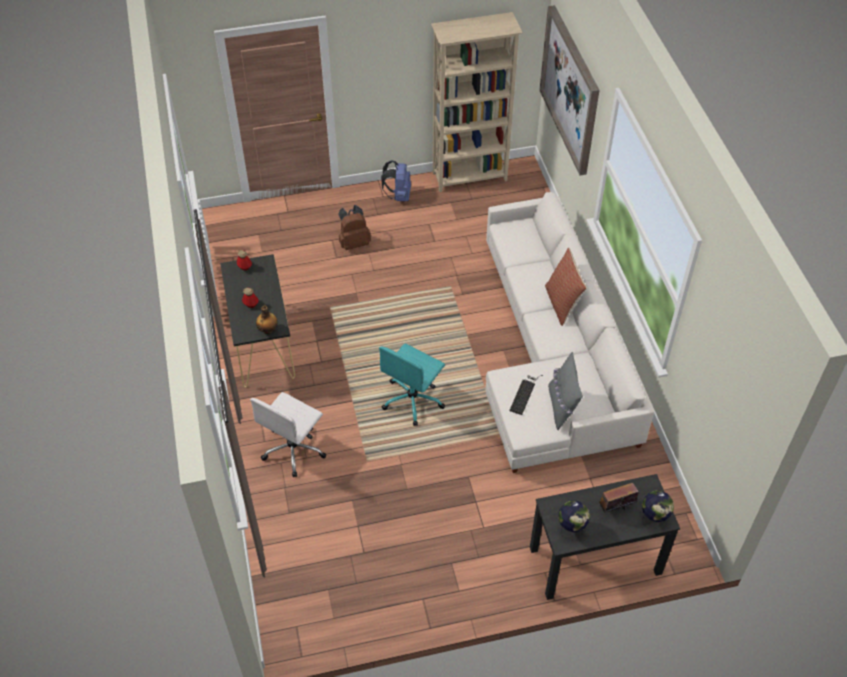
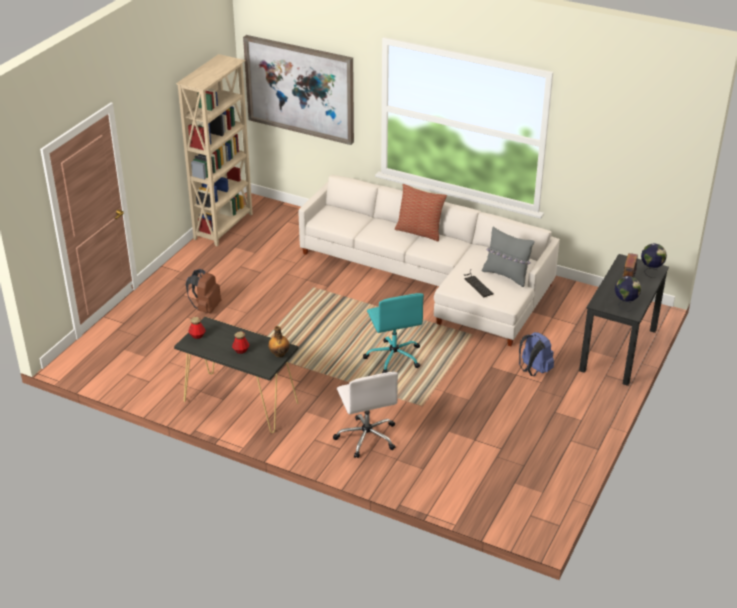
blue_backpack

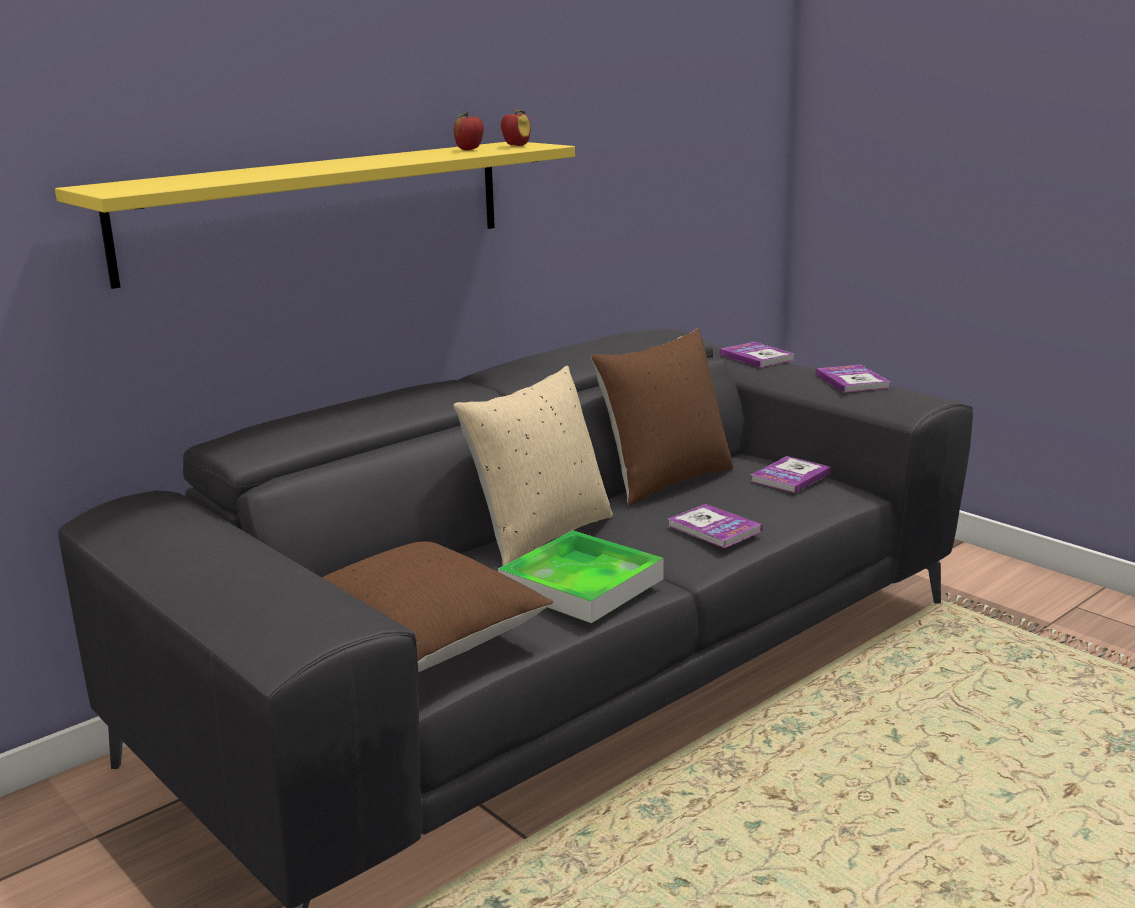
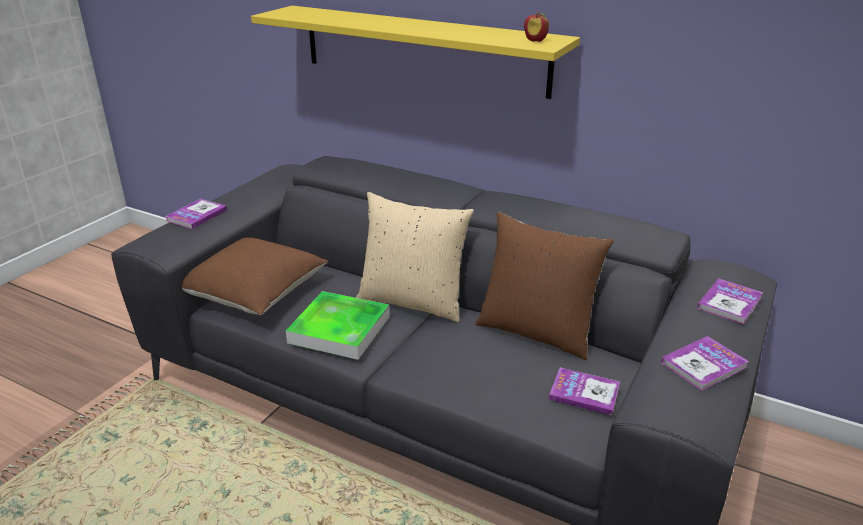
apple (1st from left in the first image); book (1st from left)

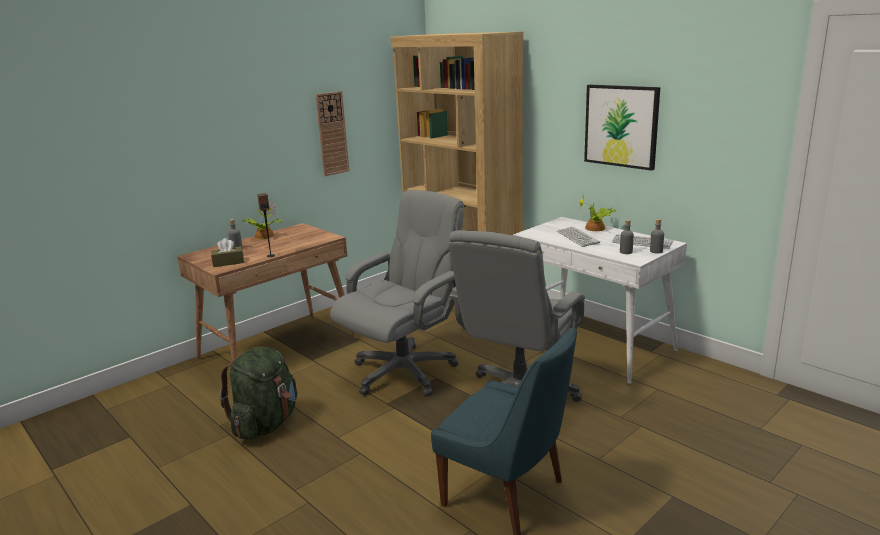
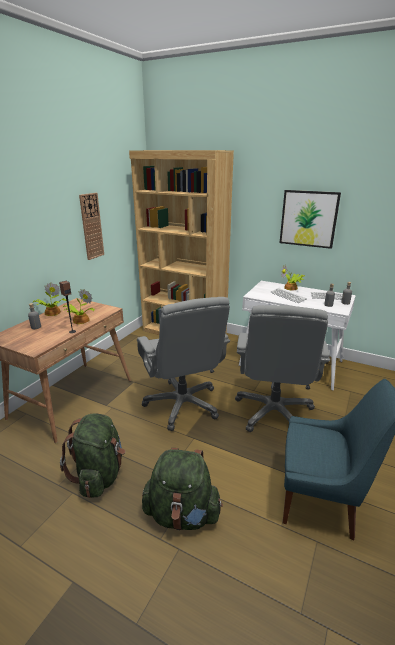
brown_tissue_box; potted_plant (2nd from left); green_backpack (2nd from left); grey_office_chair (1st from left)

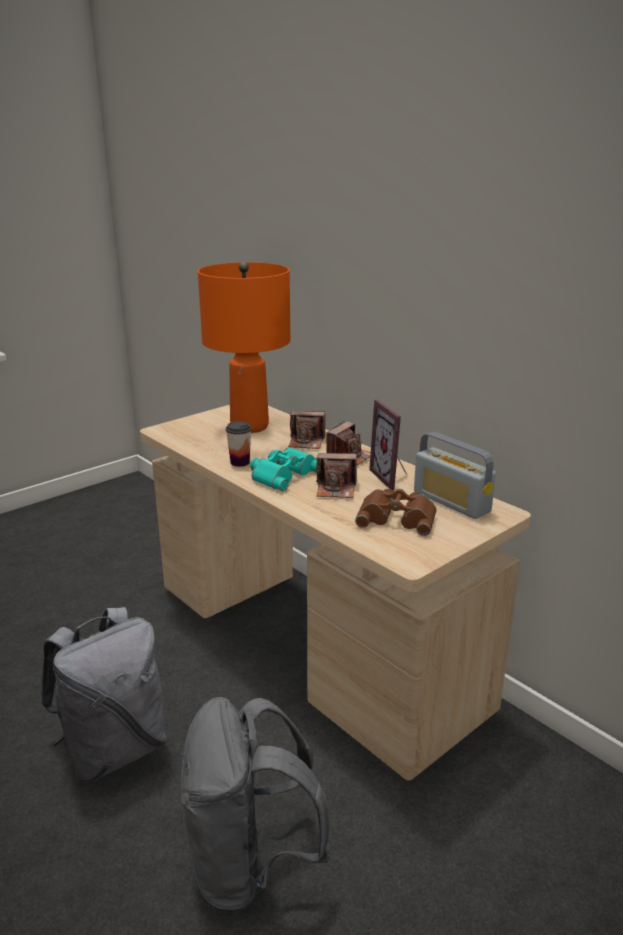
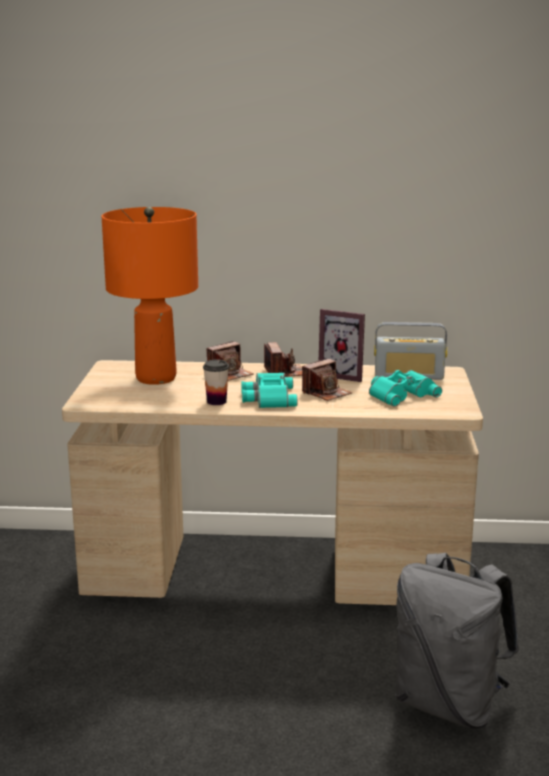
grey_backpack (1st from left in the first image); turquoise_binoculars (2nd from left)

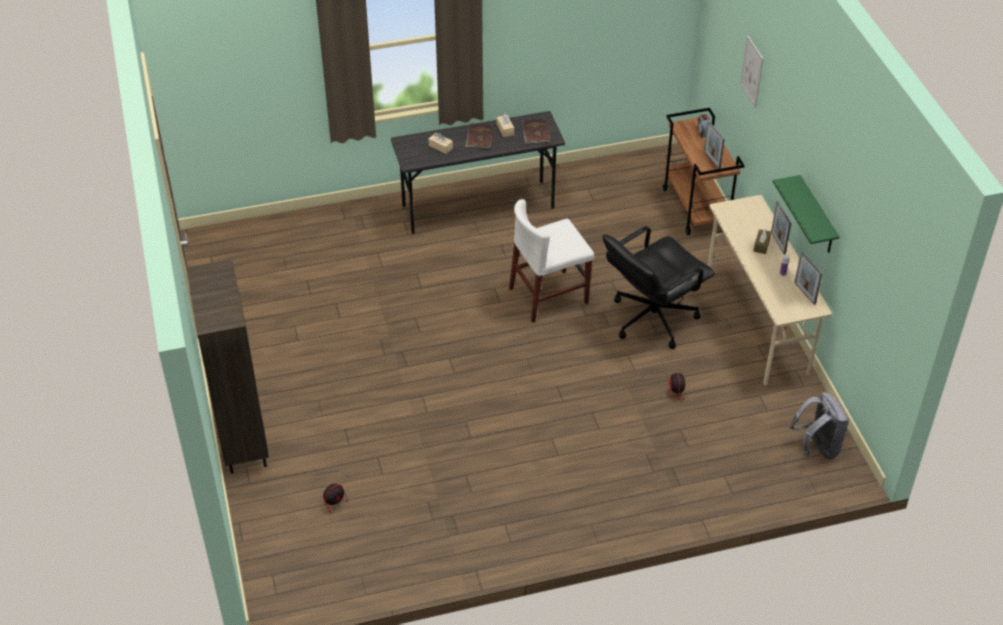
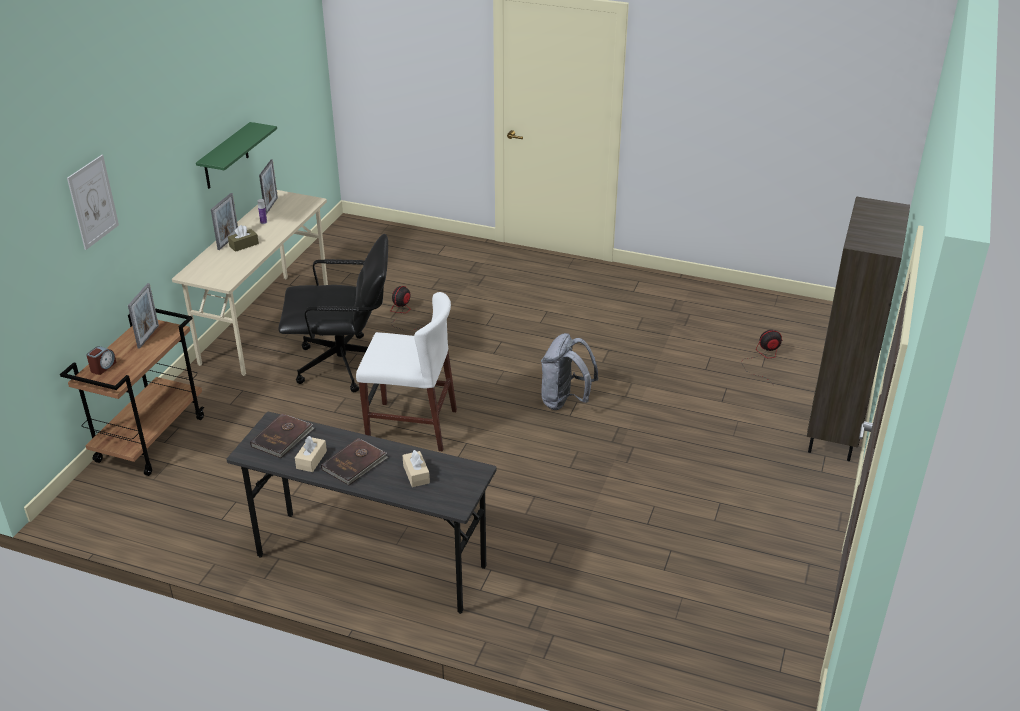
grey_backpack

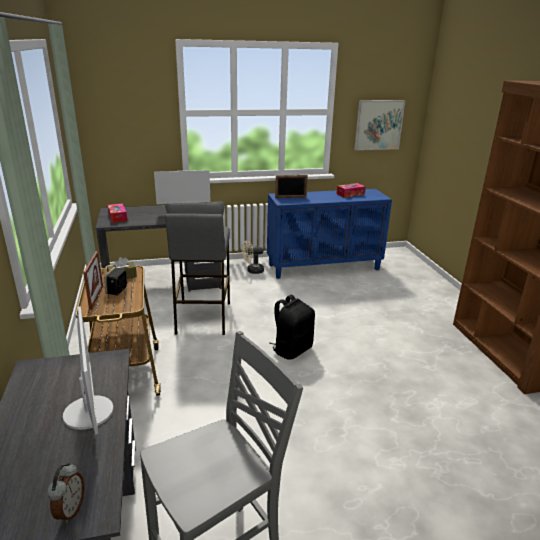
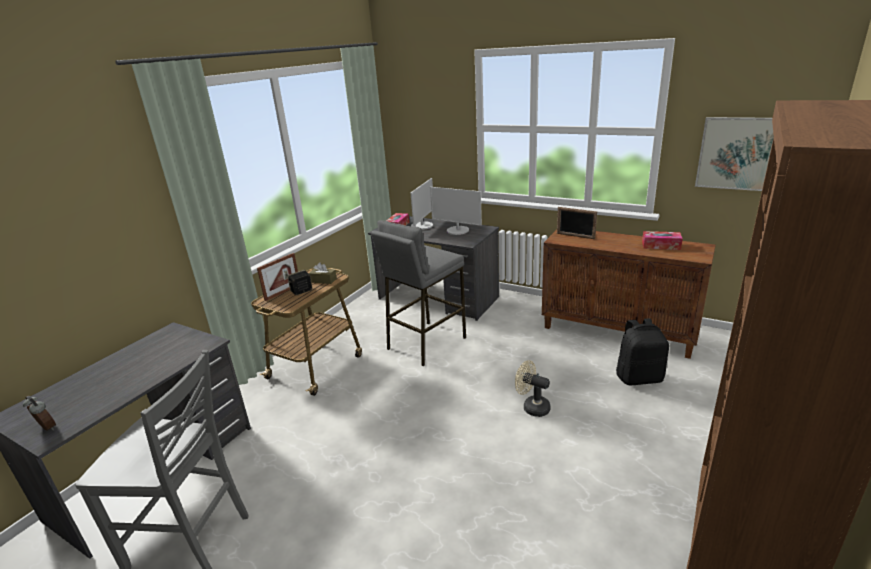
monitor (1st from left); beige_fan; black_backpack; brown_cabinet; alarm_clock

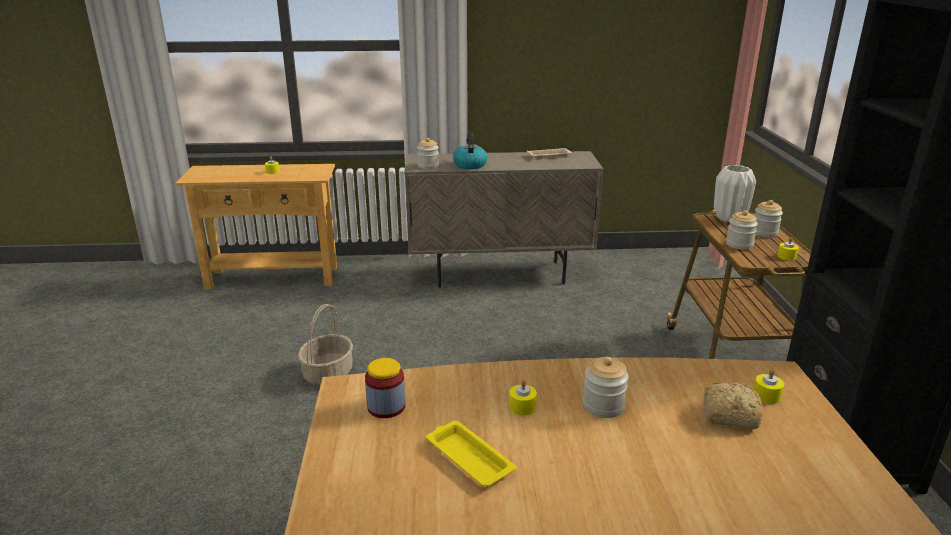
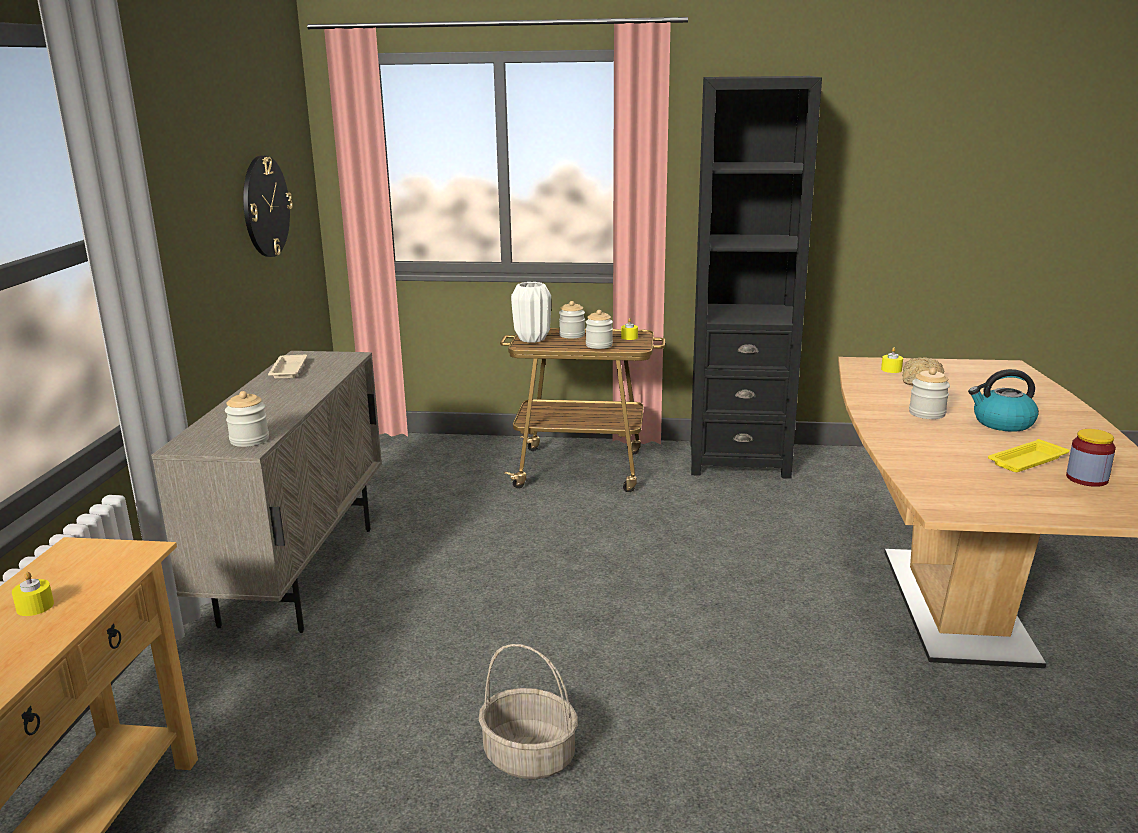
yellow_candle (2nd from left in the first image); wall_clock; jar (5th from left); kettle

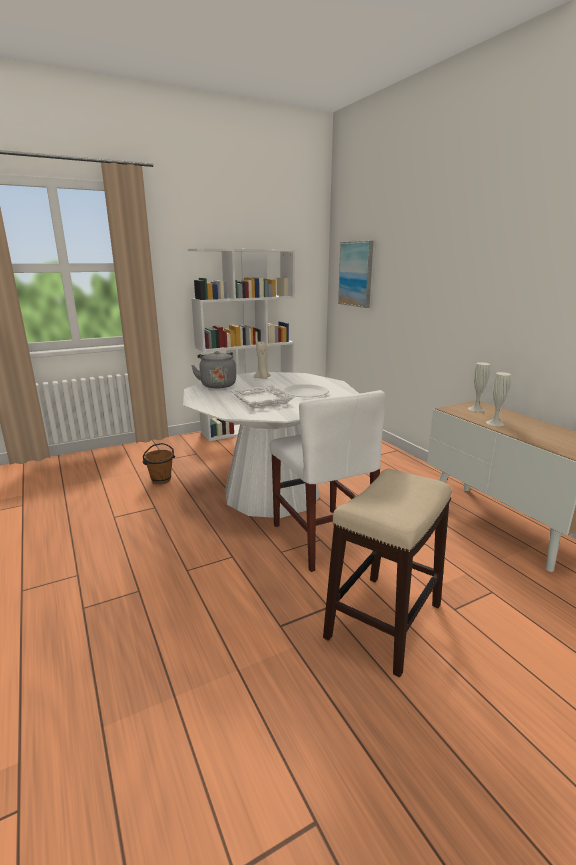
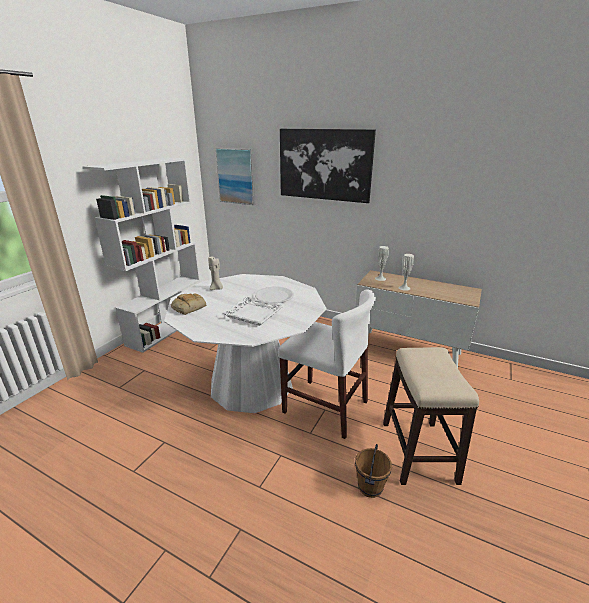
picture (2nd from left); brown_bucket; bread

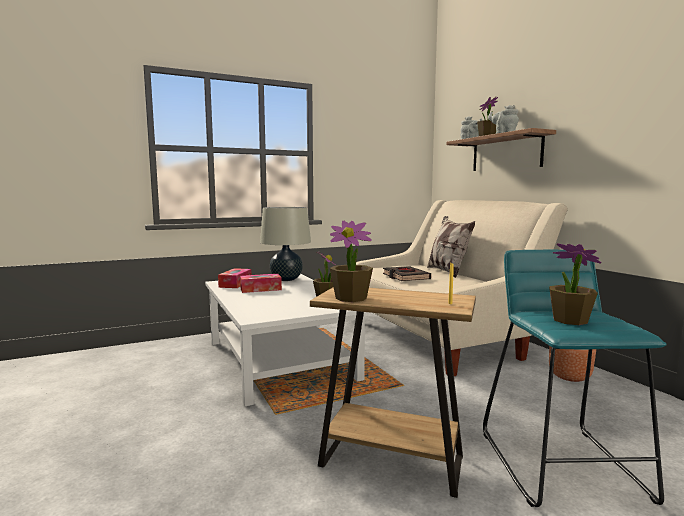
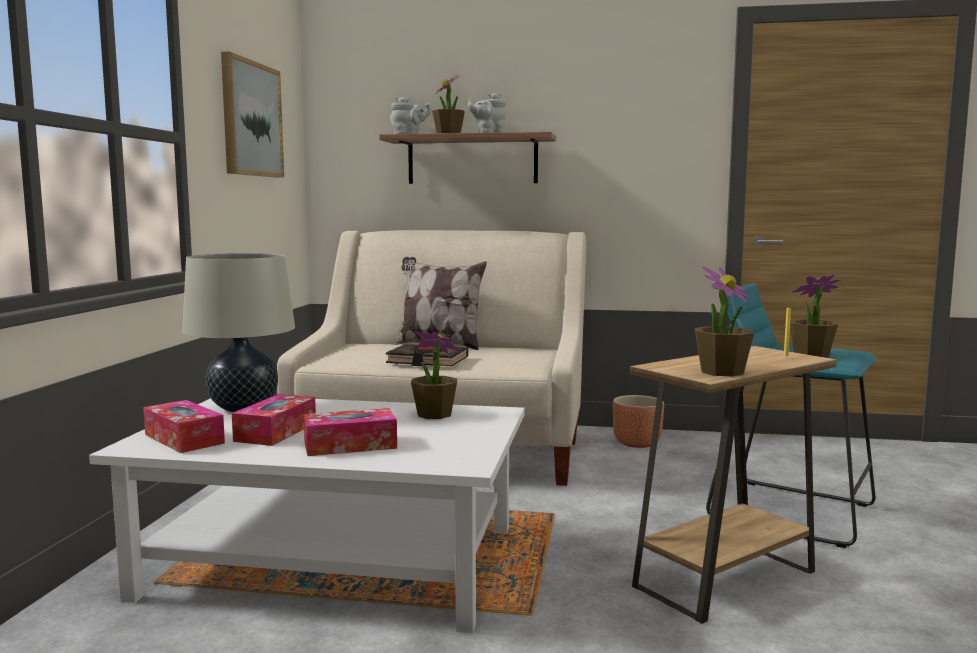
picture; tissue_box (3rd from left)

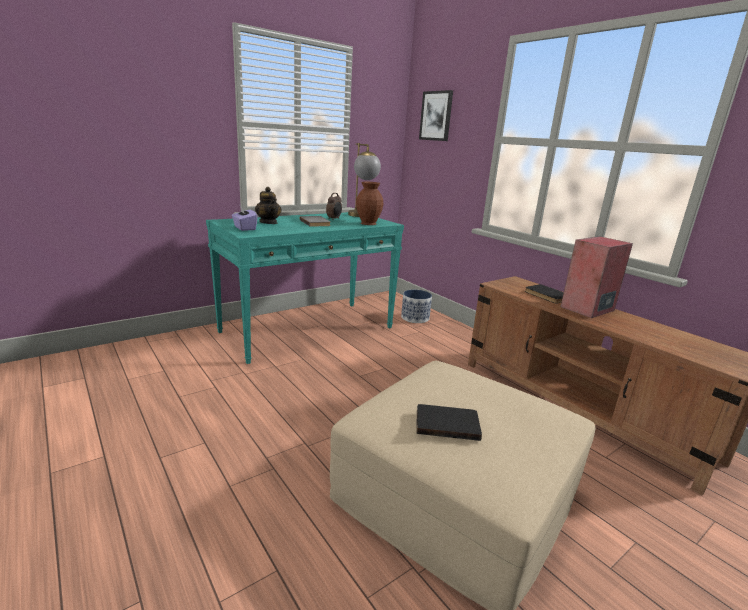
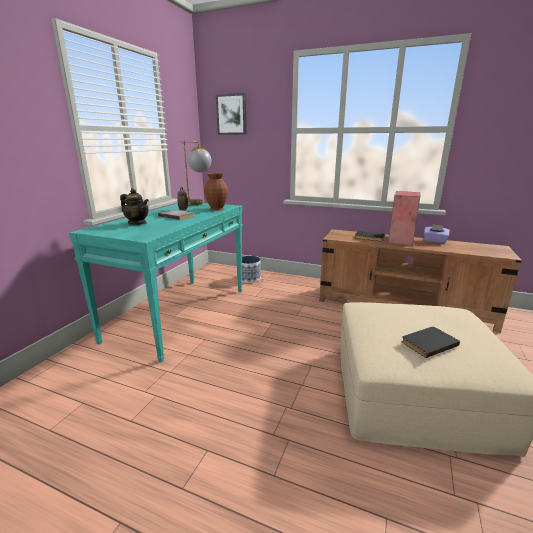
purple_tissue_box

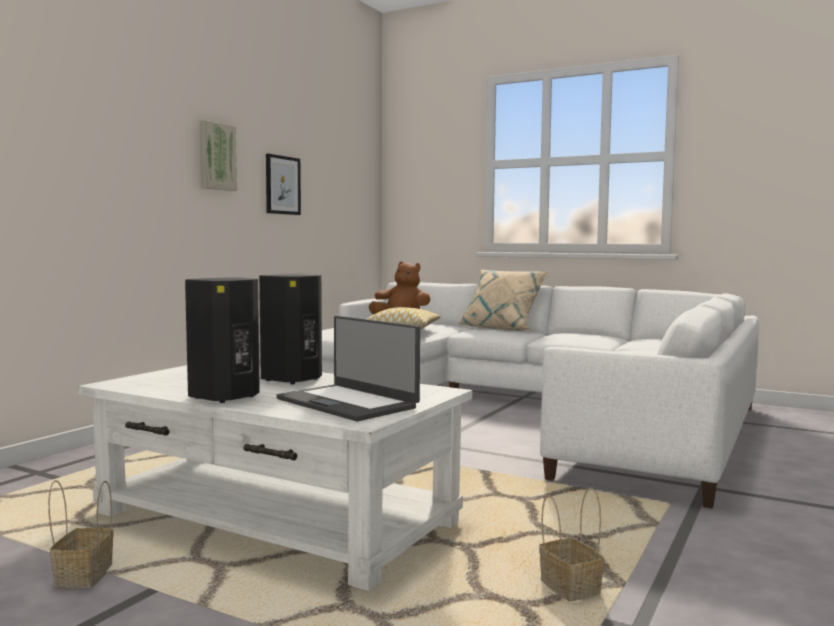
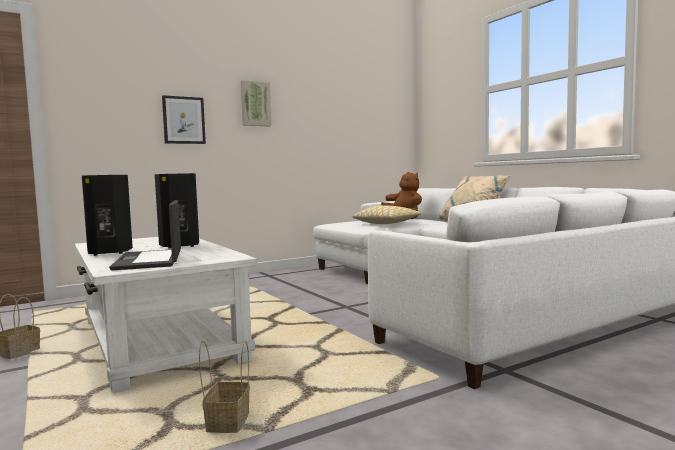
picture (1st from left)

